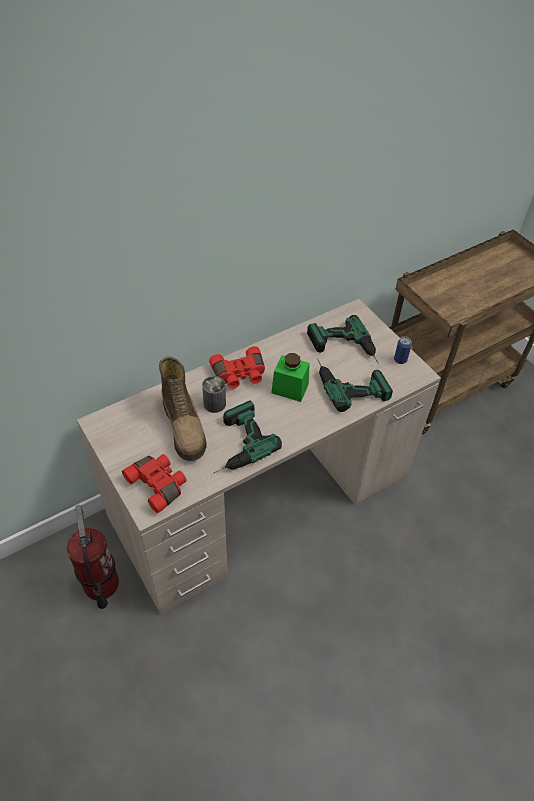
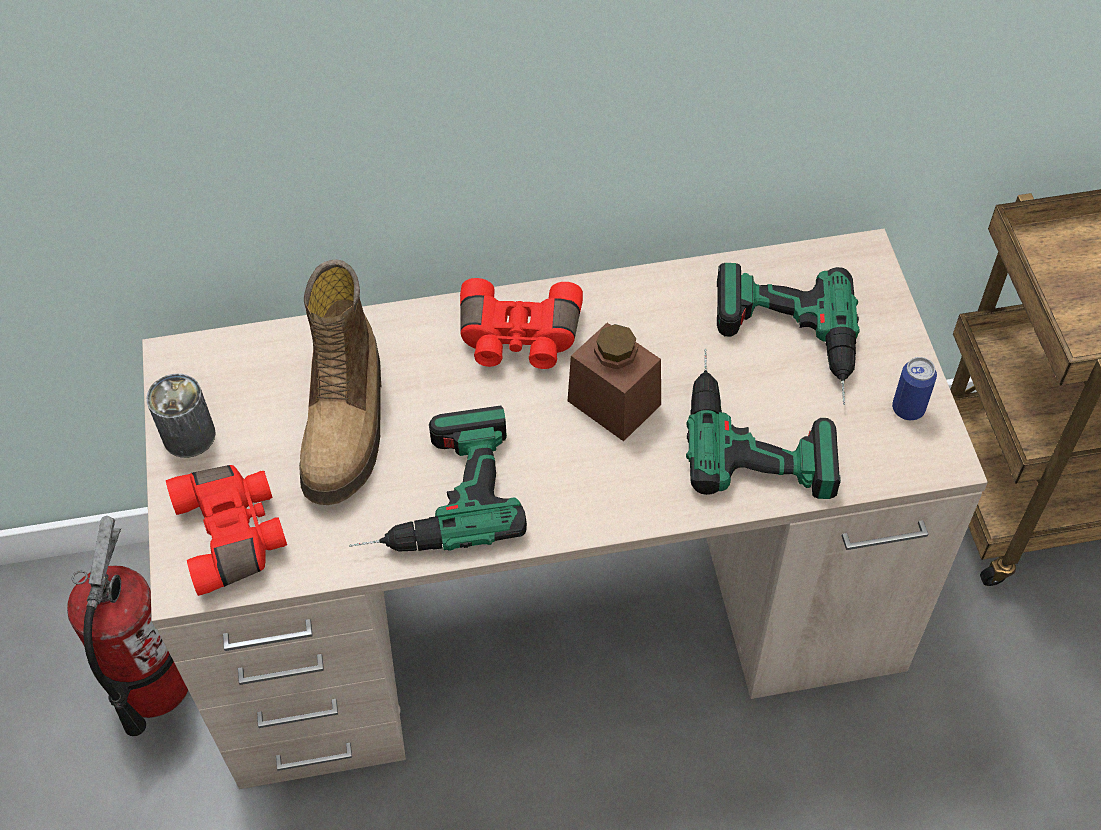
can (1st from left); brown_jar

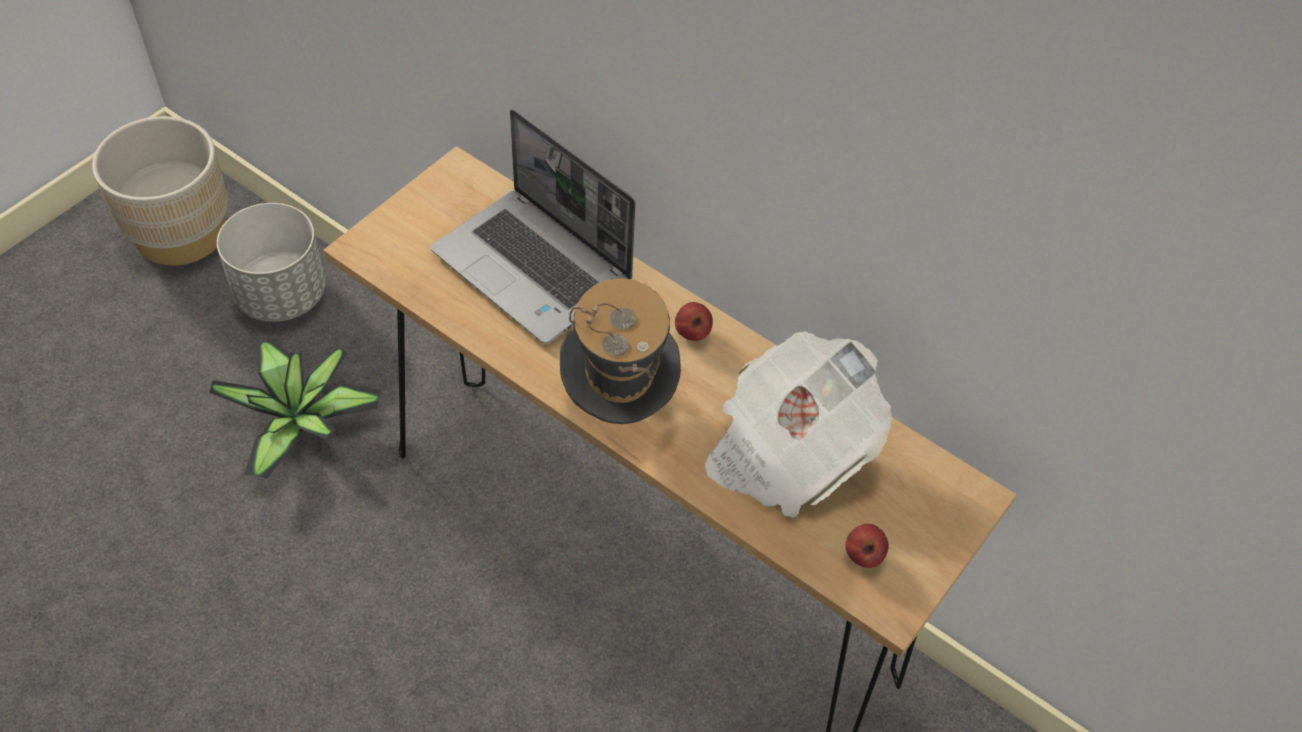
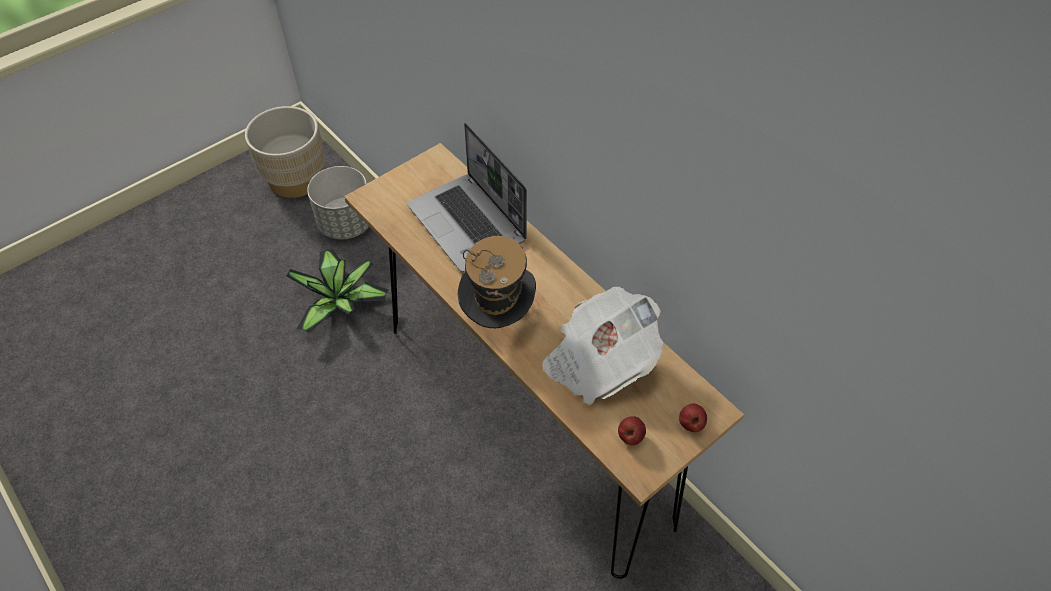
apple (2nd from left)

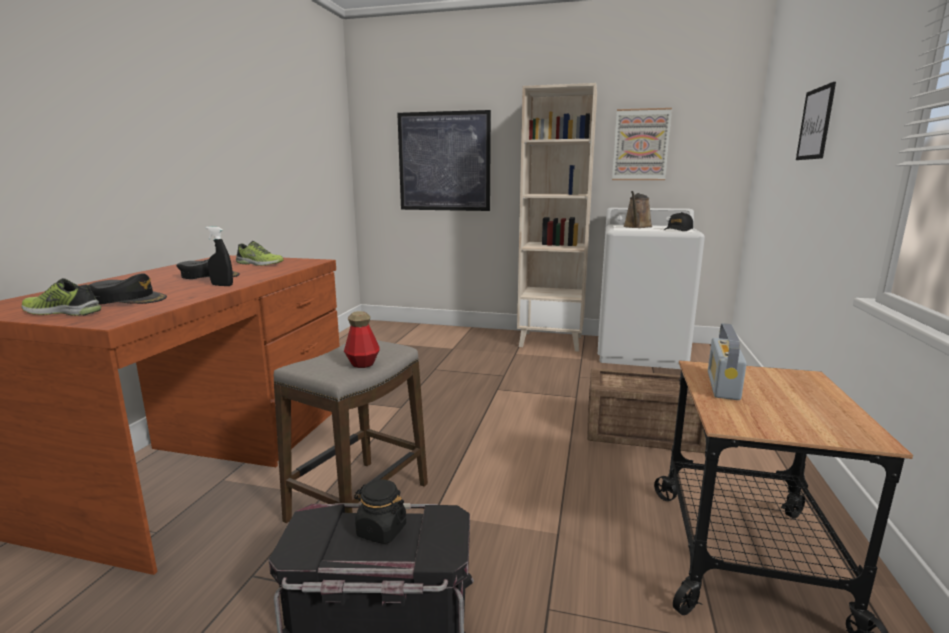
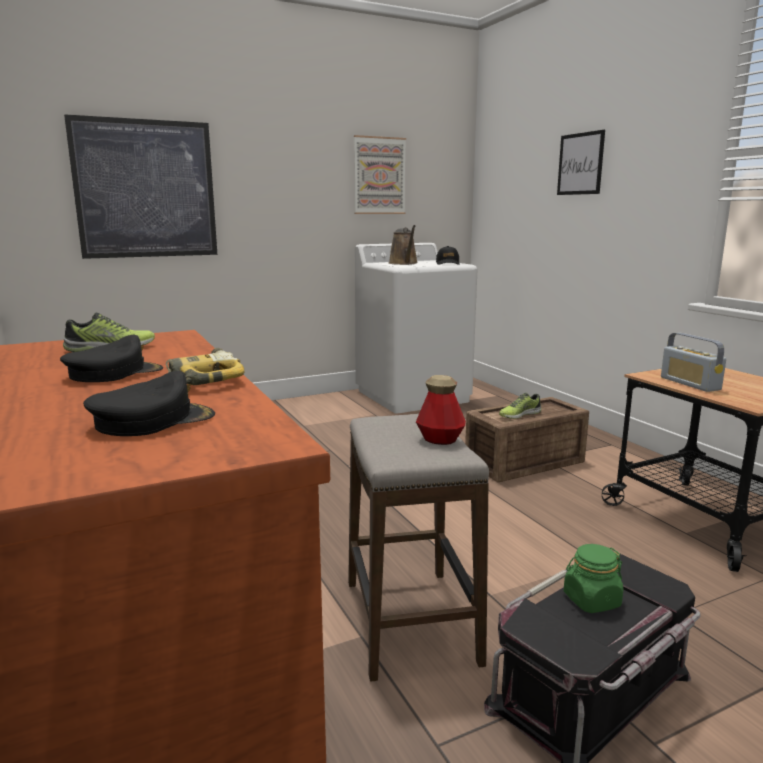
beige_bookcase; shoe (2nd from left); power_drill; green_jar

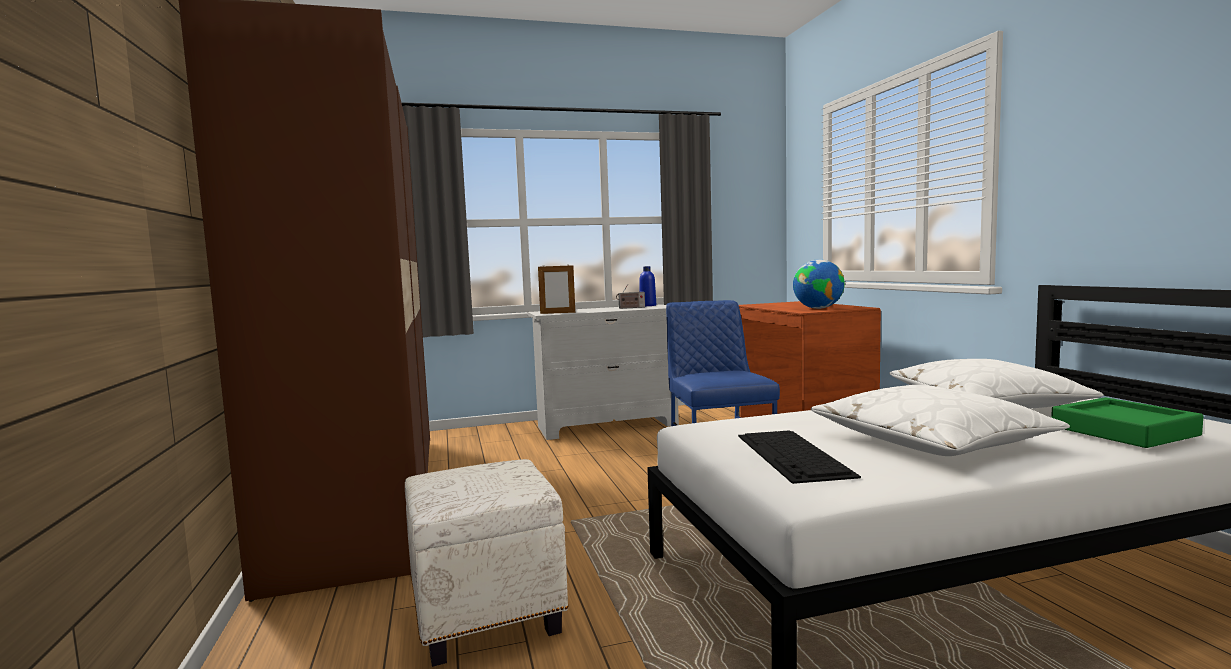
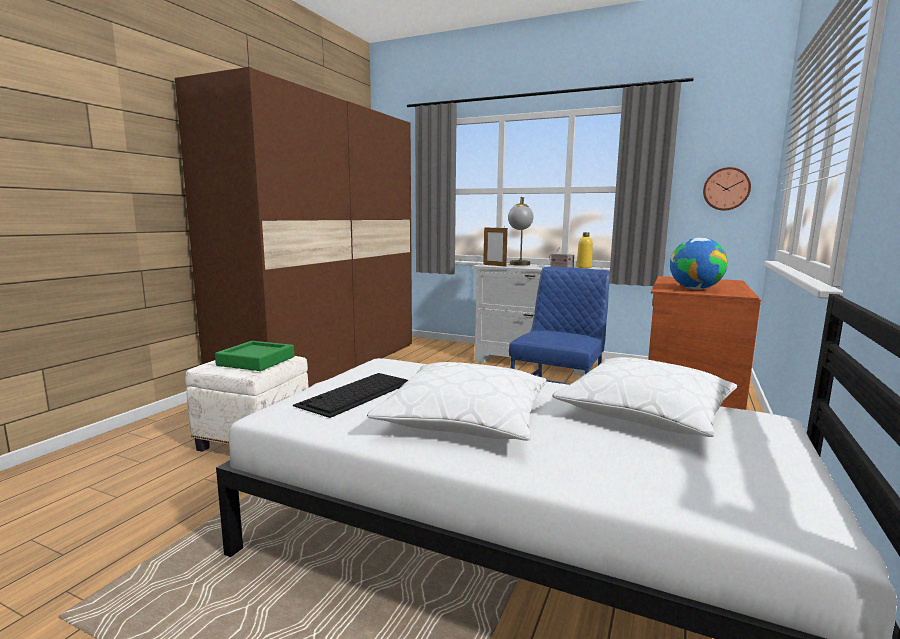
table_lamp; wall_clock; green_tray; yellow_bottle

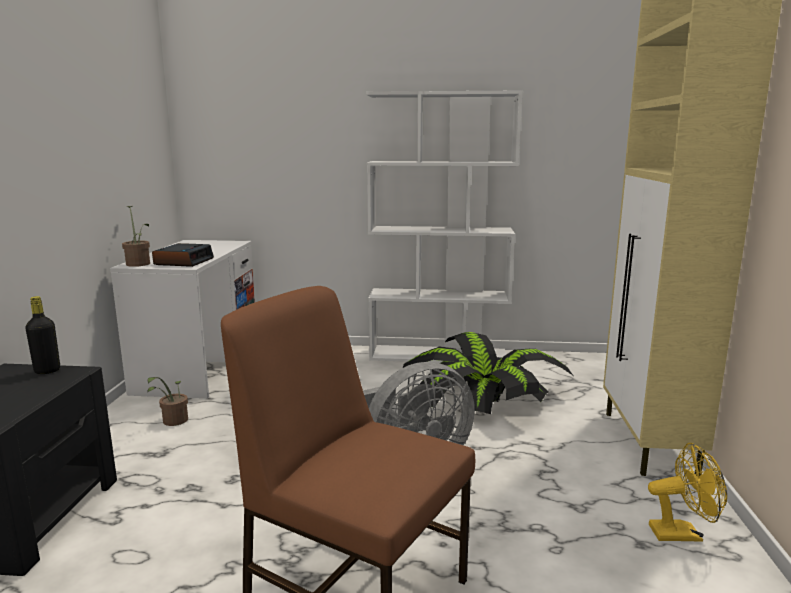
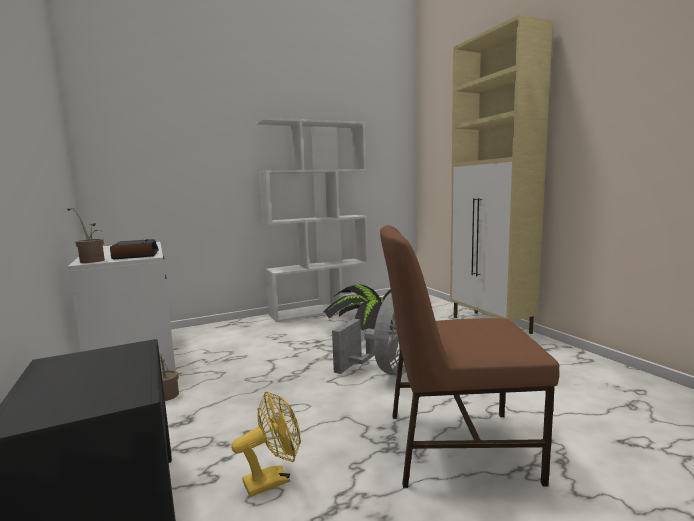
black_bottle; yellow_fan

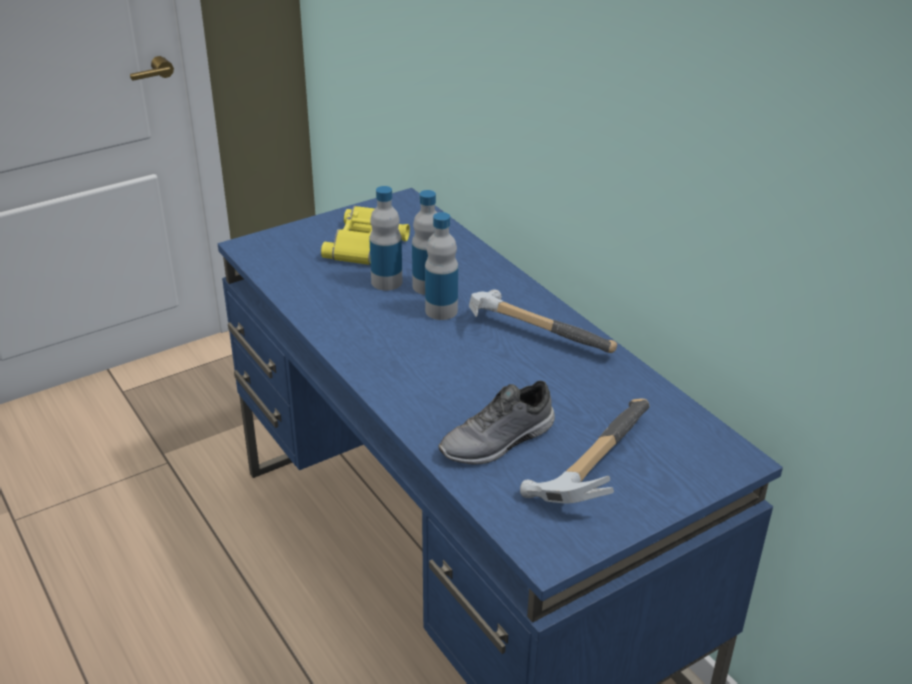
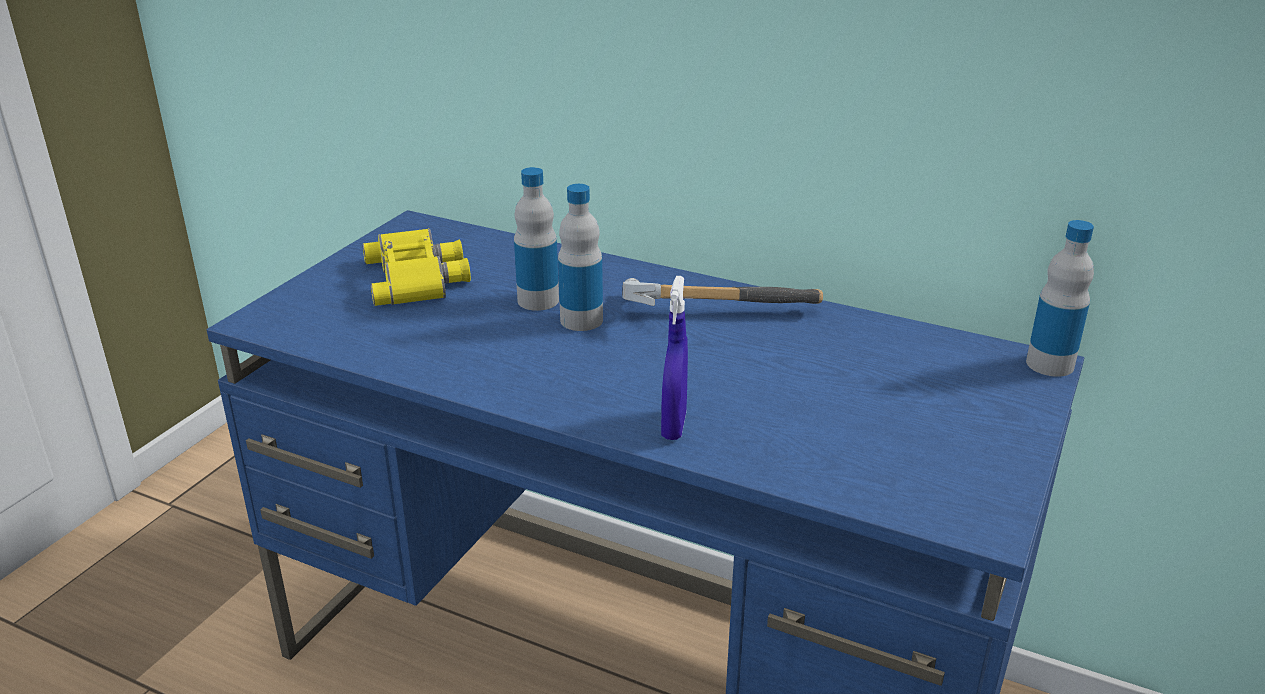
grey_shoe; hammer (2nd from left in the first image); blue_spray_bottle; bottle (3rd from left)

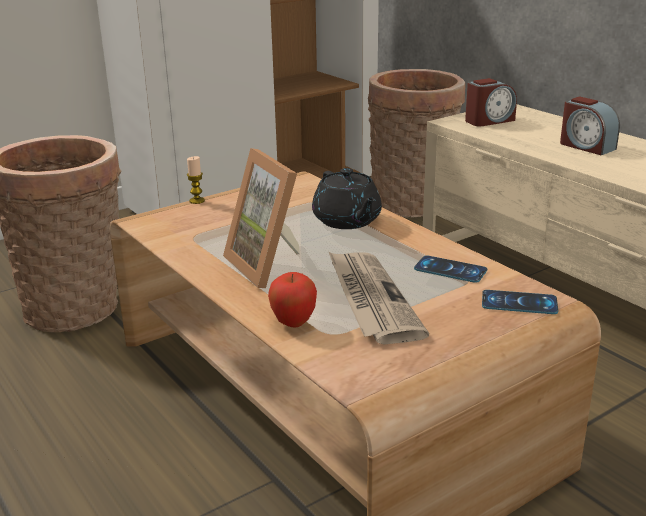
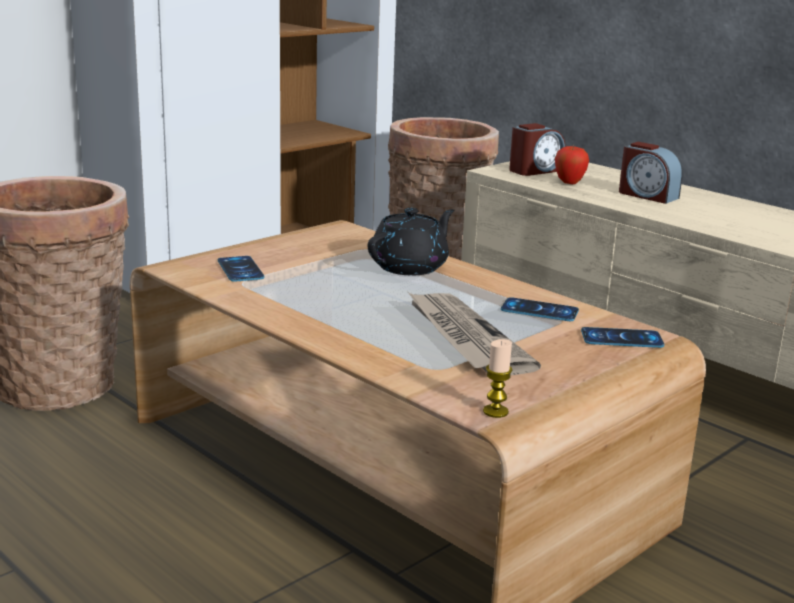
picture_frame; phone (1st from left); candle; apple; black_teapot

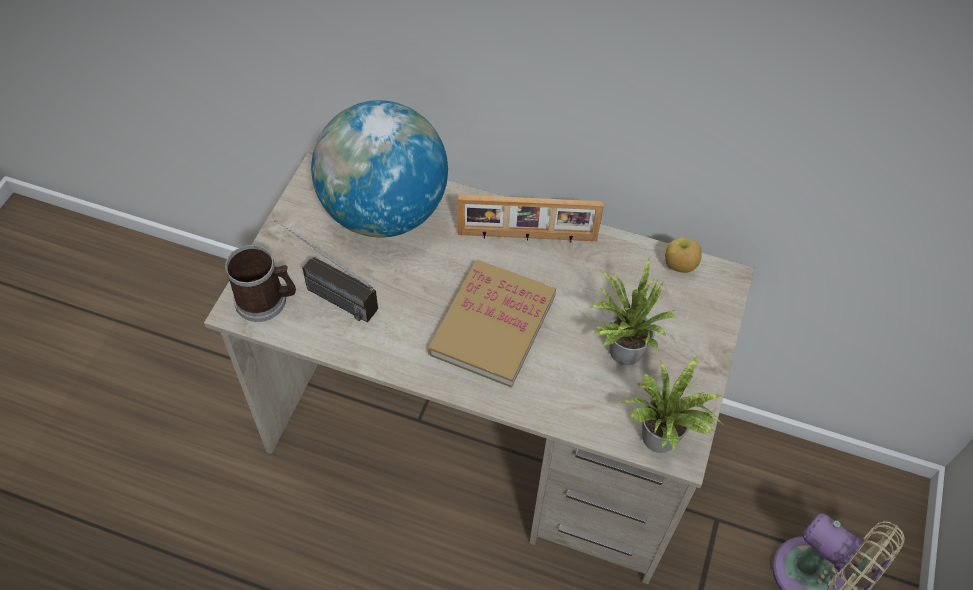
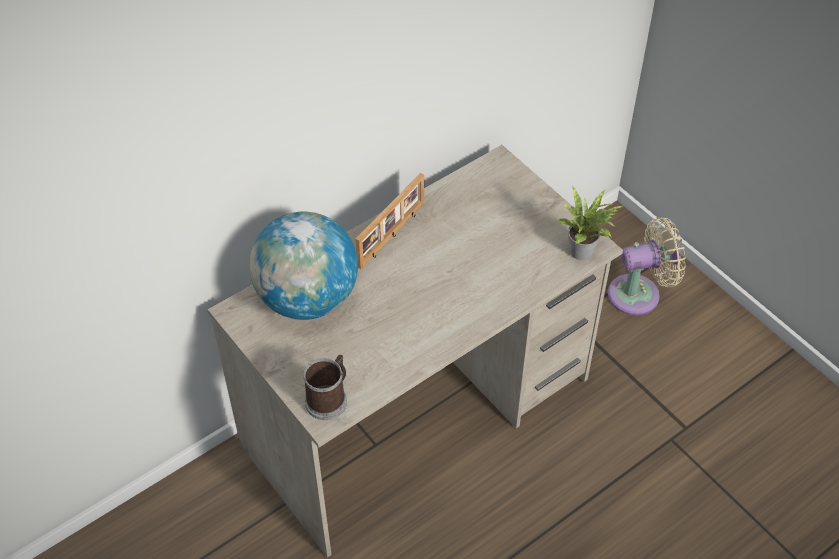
radio; book; potted_plant (1st from left in the first image); apple

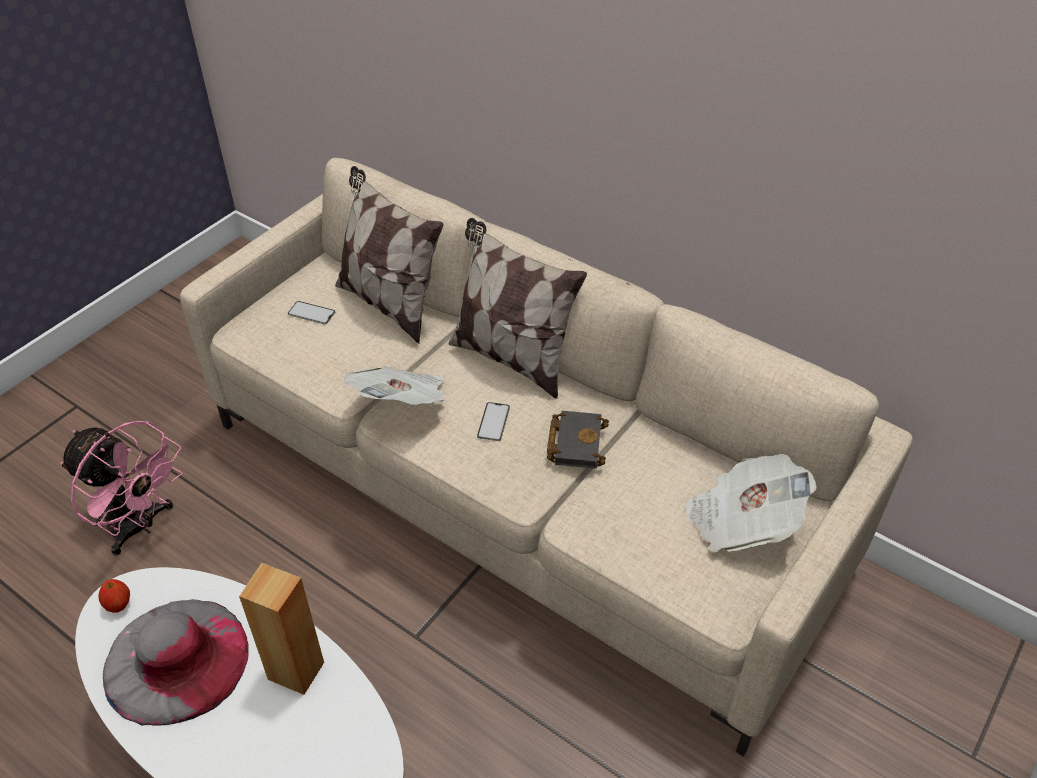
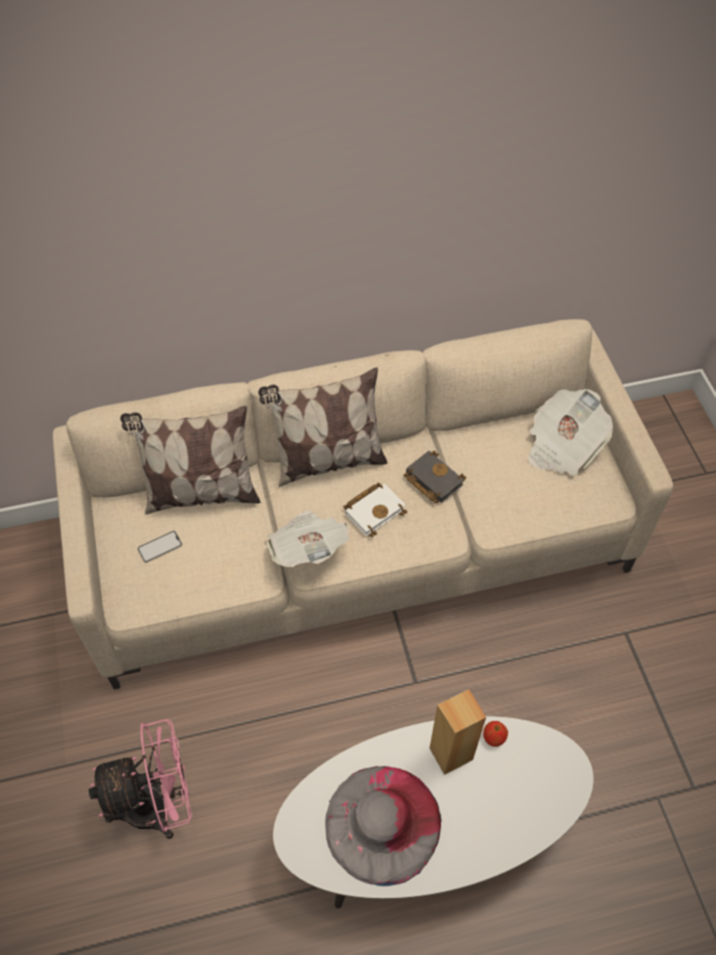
apple; white_book

